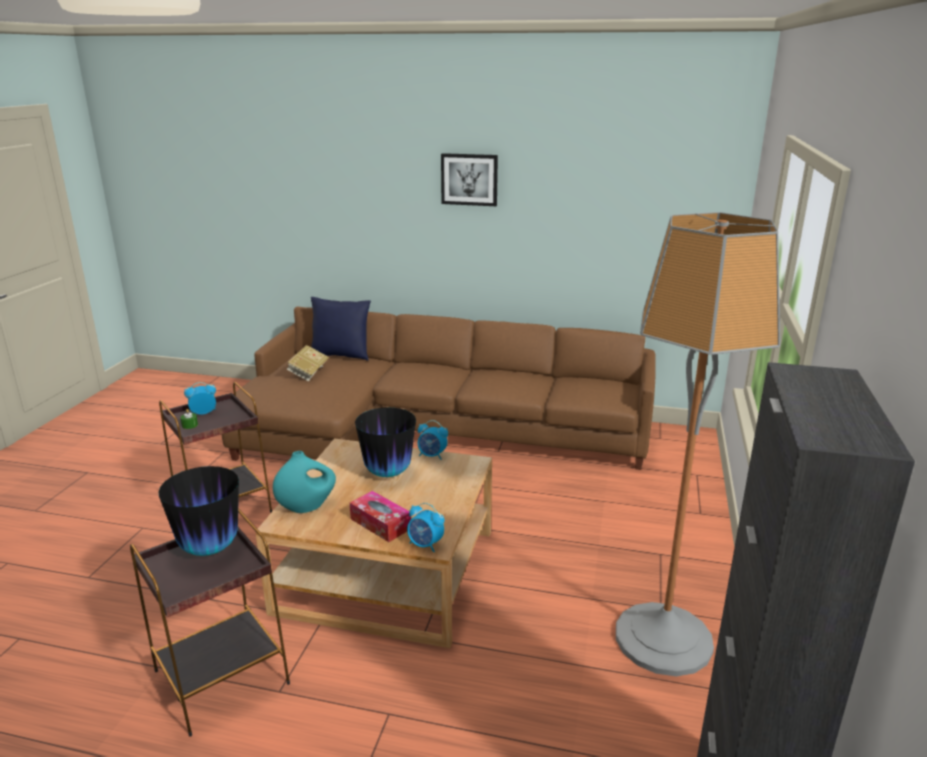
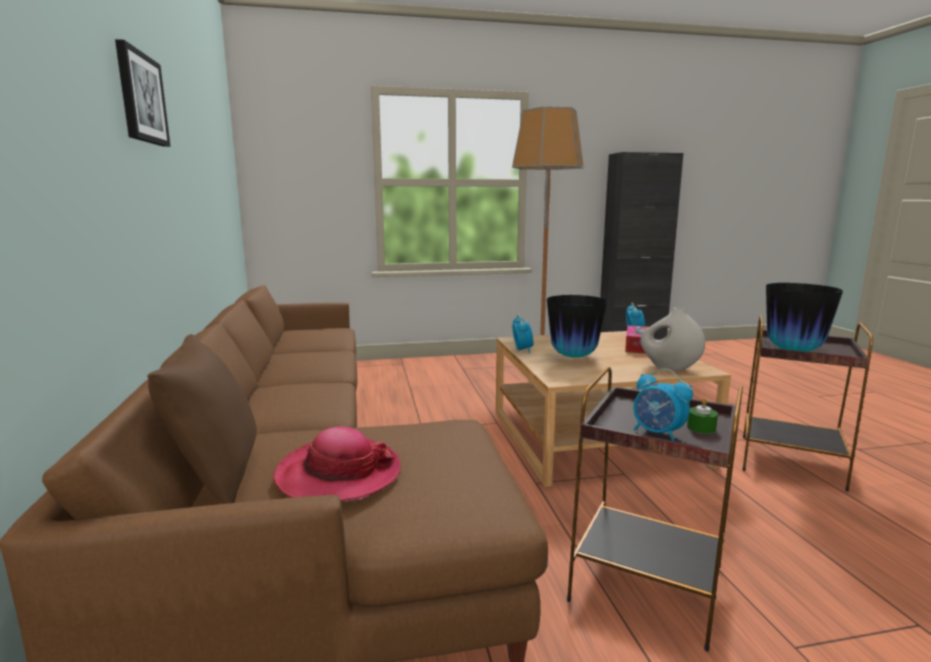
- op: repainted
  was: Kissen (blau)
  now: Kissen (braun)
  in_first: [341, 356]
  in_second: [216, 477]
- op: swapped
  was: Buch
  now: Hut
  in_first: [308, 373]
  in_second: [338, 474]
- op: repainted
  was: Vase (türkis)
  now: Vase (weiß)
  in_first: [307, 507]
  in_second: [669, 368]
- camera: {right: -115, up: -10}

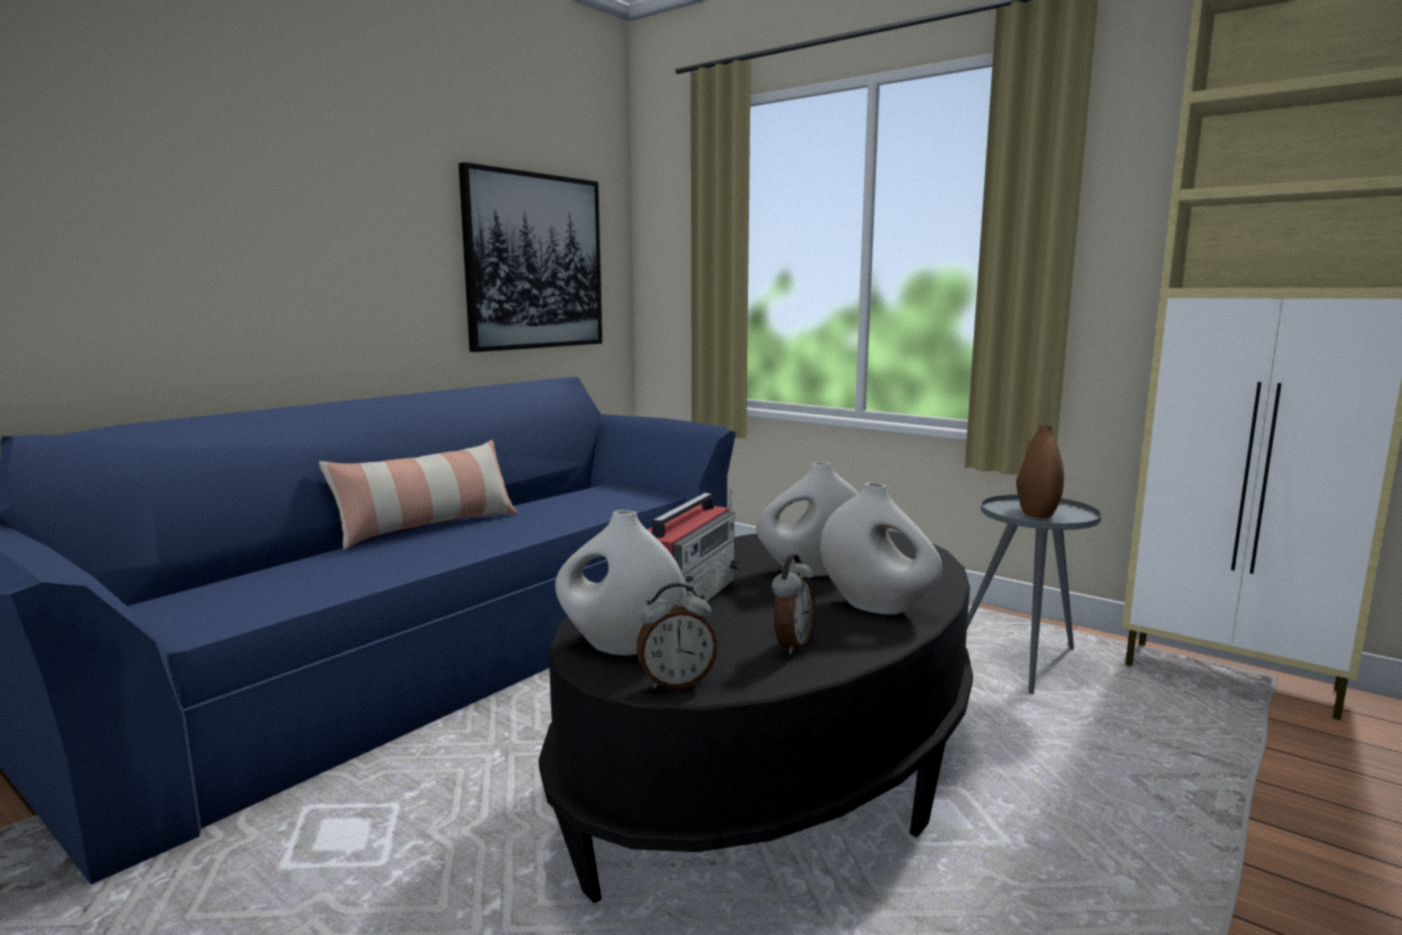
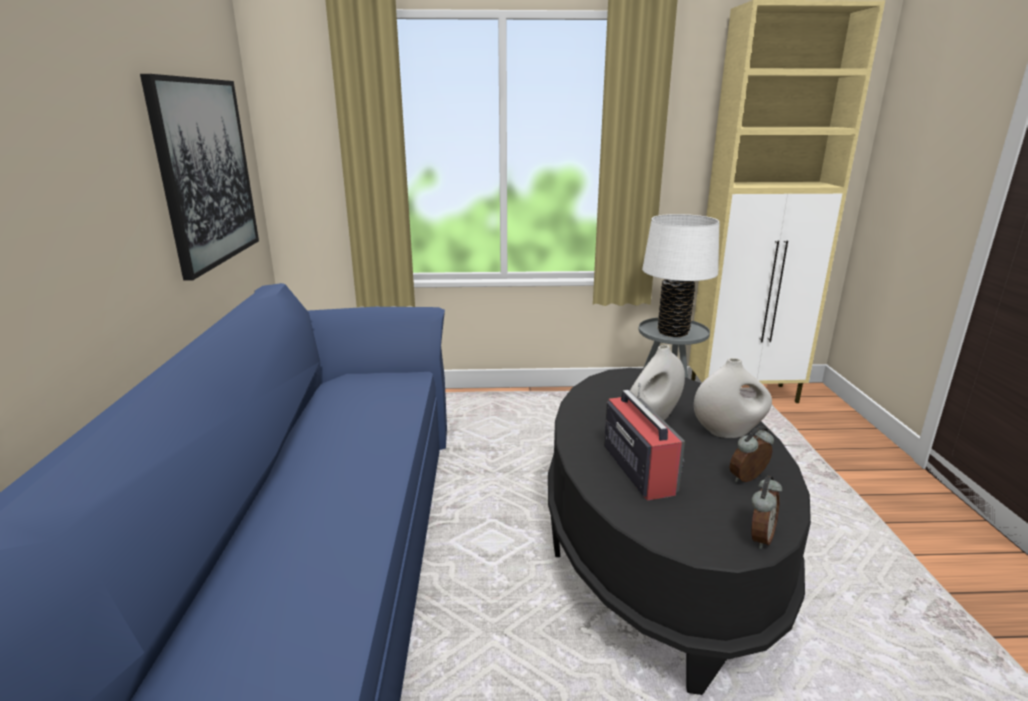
- op: swapped
  was: Vase (braun)
  now: Tischlampe (weiß)
  in_first: [1036, 513]
  in_second: [673, 332]
- op: rotated
  was: Wecker
  in_first: [792, 644]
  in_second: [748, 479]
  clockwise: -105
- op: gone
  was: Kissen
  in_first: [427, 527]
- op: gone
  was: Vase (weiß)
  in_first: [619, 647]
- camera: {right: -40, up: 10}

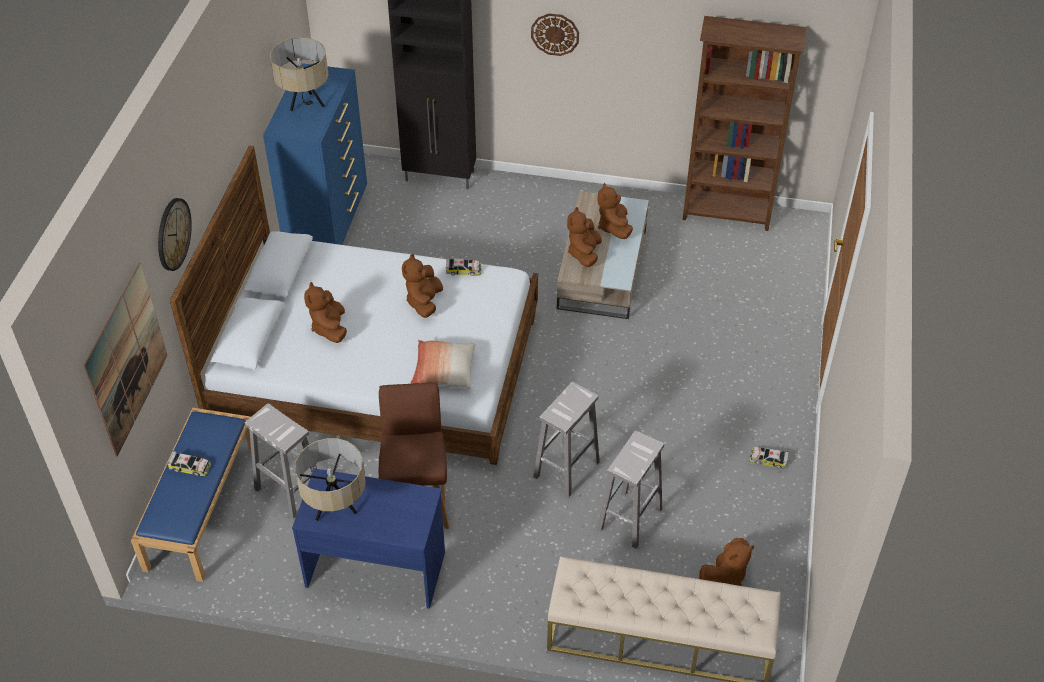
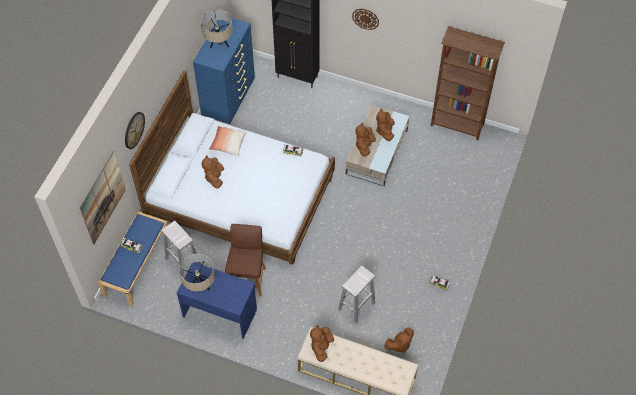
- op: shifted
  was: Kissen
  in_first: [444, 371]
  in_second: [228, 144]
- op: shifted
  was: Plüschtier (braun)
  in_first: [424, 302]
  in_second: [321, 347]
- op: gone
  was: Hocker (weiß)
  in_first: [567, 468]
- camera: {right: 10, up: 10}

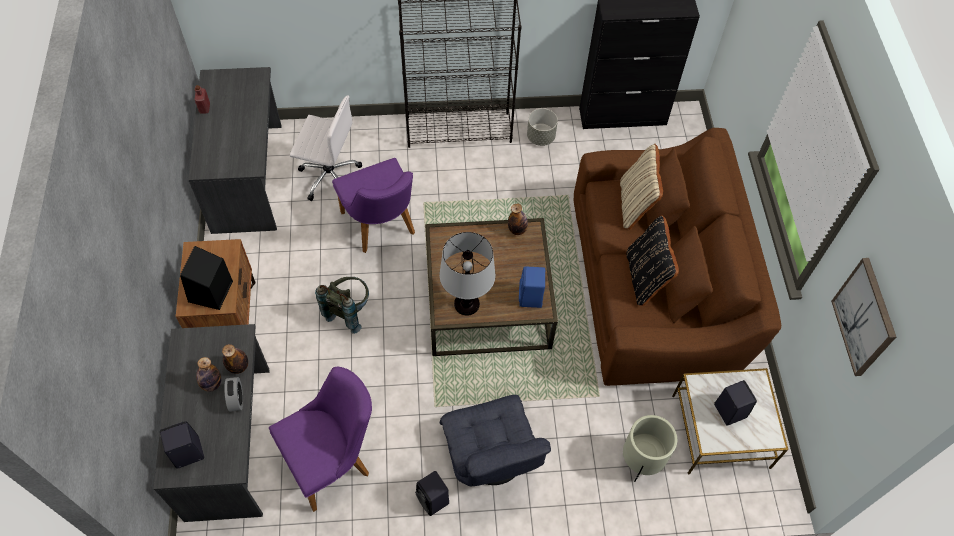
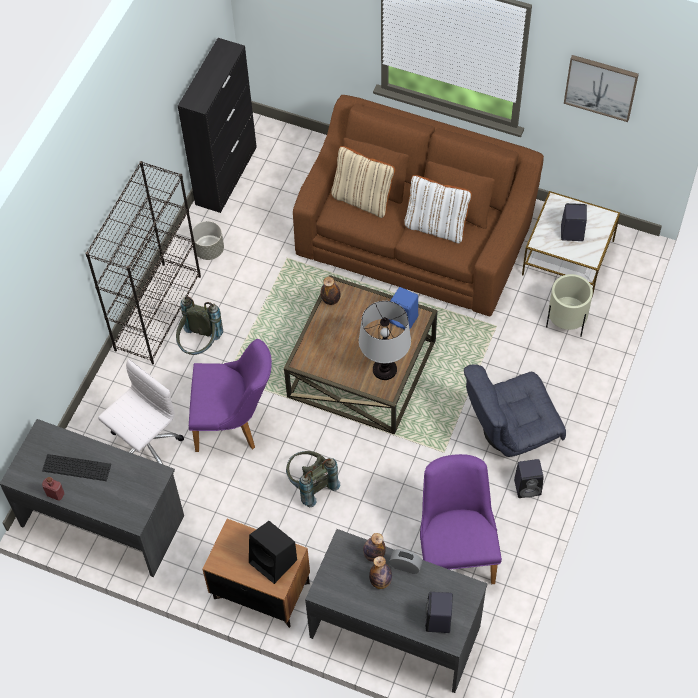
- op: new
  now: Tastatur
  in_second: [76, 467]
- op: new
  now: Rucksack (grau)
  in_second: [199, 345]
- op: repainted
  was: Kissen (schwarz)
  now: Kissen (weiß)
  in_first: [645, 278]
  in_second: [436, 226]
- op: rotated
  was: Sessel (grau)
  in_first: [491, 456]
  in_second: [510, 428]
  clockwise: 150
- camera: {right: -60, up: 0}

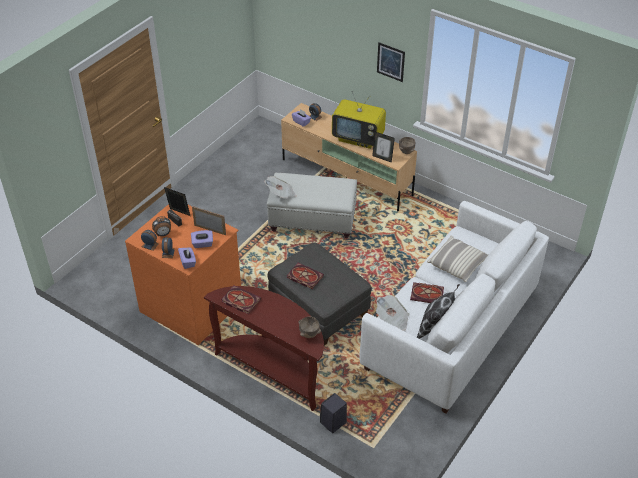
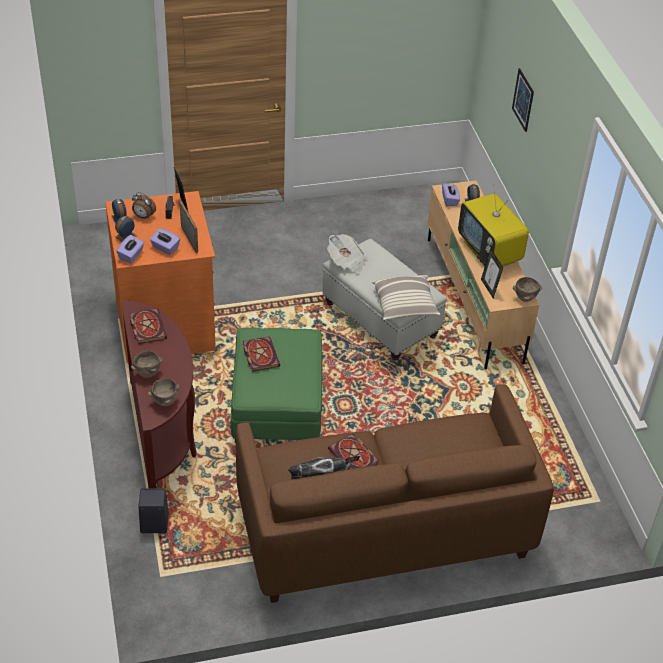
- op: new
  now: Schüssel (braun)
  in_second: [148, 374]
- op: repainted
  was: Polsterhocker (grau)
  now: Polsterhocker (grün)
  in_first: [318, 309]
  in_second: [276, 408]
- op: repainted
  was: Sofa (weiß)
  now: Sofa (braun)
  in_first: [450, 330]
  in_second: [383, 527]
- op: shifted
  was: Kissen
  in_first: [457, 264]
  in_second: [405, 306]
- op: shifted
  was: Bild
  in_first: [390, 62]
  in_second: [523, 100]
- op: gone
  was: Zeitung
  in_first: [392, 319]
- camera: {right: 40, up: 0}

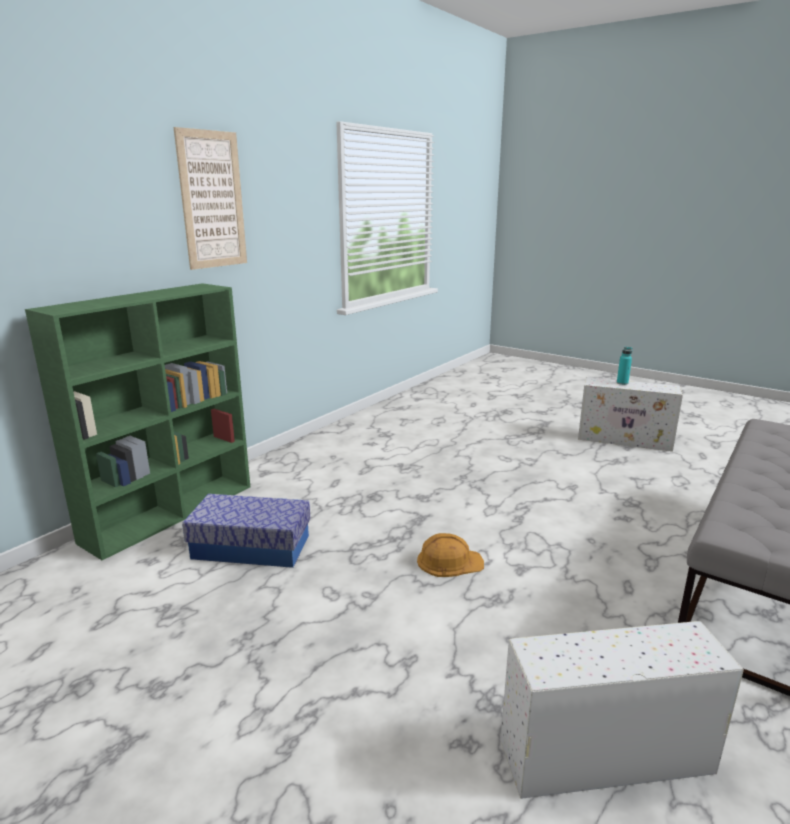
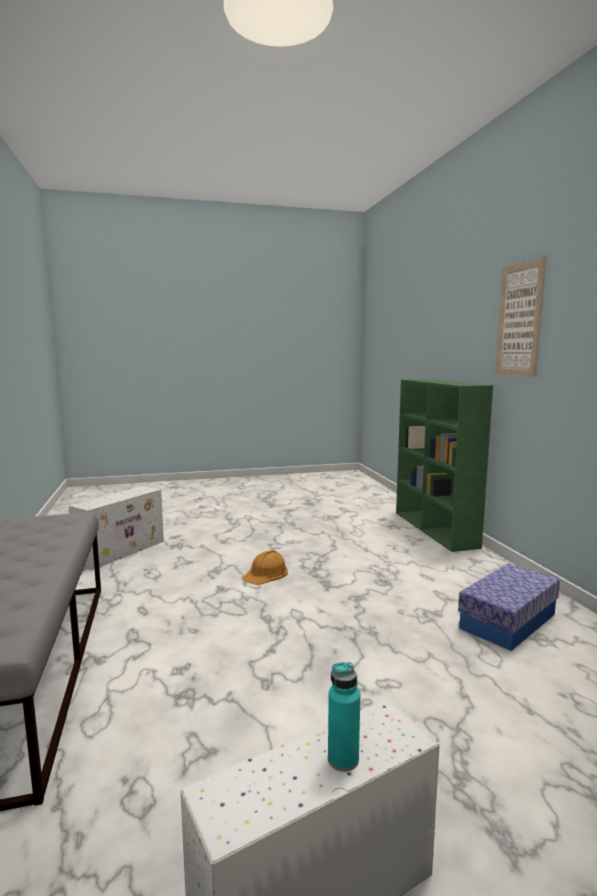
- op: shifted
  was: Aufbewahrungsbox
  in_first: [251, 547]
  in_second: [508, 621]
- camera: {right: 130, up: -10}

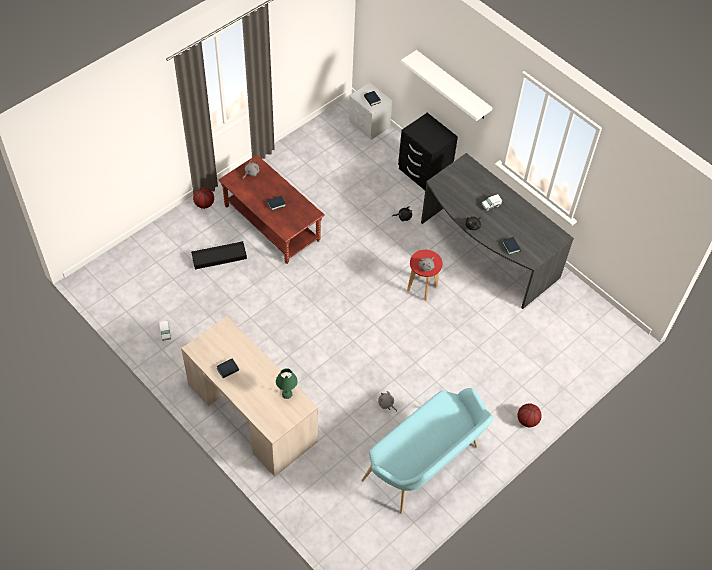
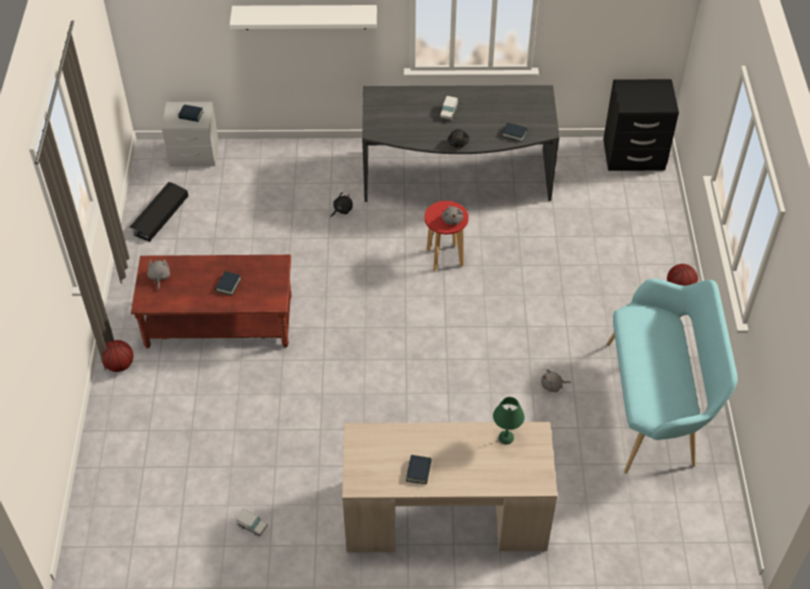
- op: shifted
  was: Aufbewahrungsbox (schwarz)
  in_first: [219, 257]
  in_second: [159, 215]
- op: shifted
  was: Nachttisch (schwarz)
  in_first: [424, 173]
  in_second: [634, 156]
- camera: {right: -45, up: -5}

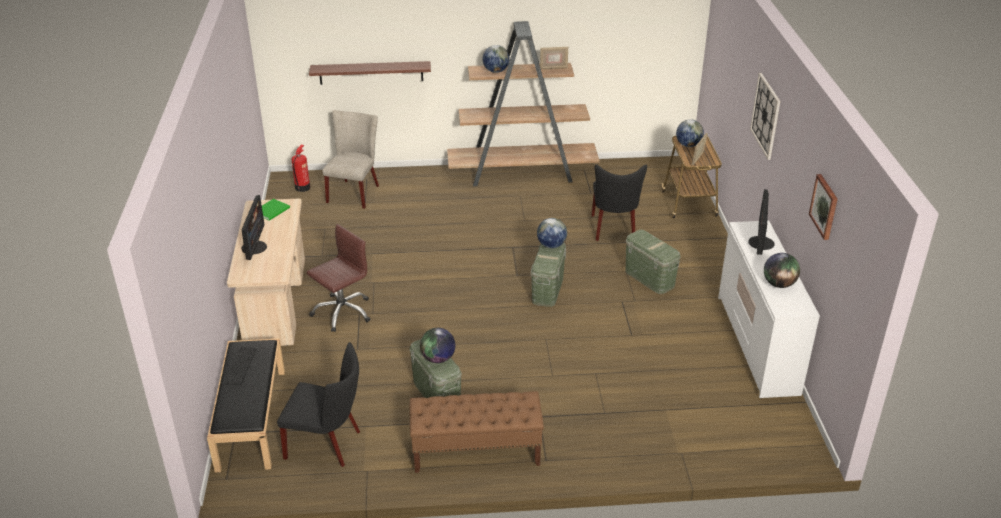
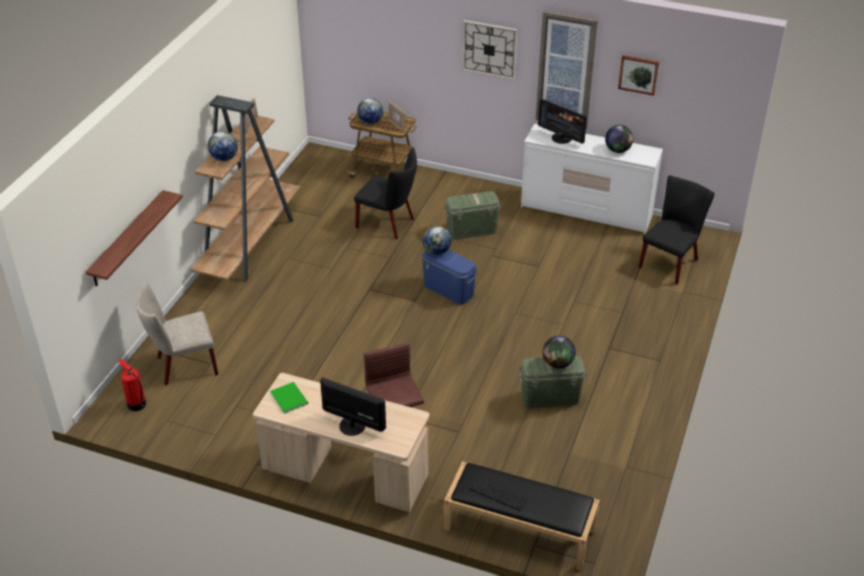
- op: rotated
  was: Stuhl (beige)
  in_first: [355, 192]
  in_second: [183, 366]
  clockwise: -60
- op: repainted
  was: Aufbewahrungsbox (grün)
  now: Aufbewahrungsbox (blau)
  in_first: [547, 290]
  in_second: [448, 290]
- op: new
  now: Bild
  in_second: [566, 70]
- op: shifted
  was: Stuhl (schwarz)
  in_first: [328, 444]
  in_second: [671, 262]
- op: gone
  was: Bank (braun)
  in_first: [476, 452]
- camera: {right: -65, up: 5}

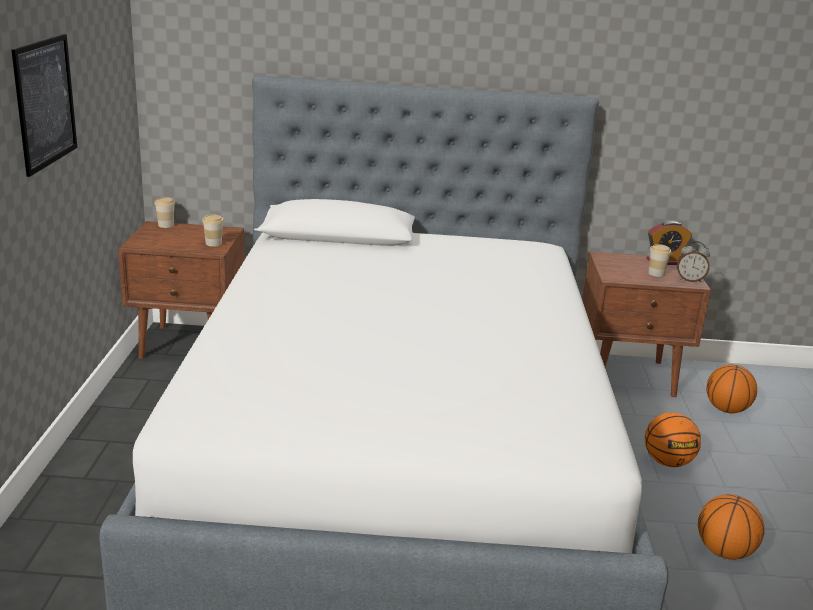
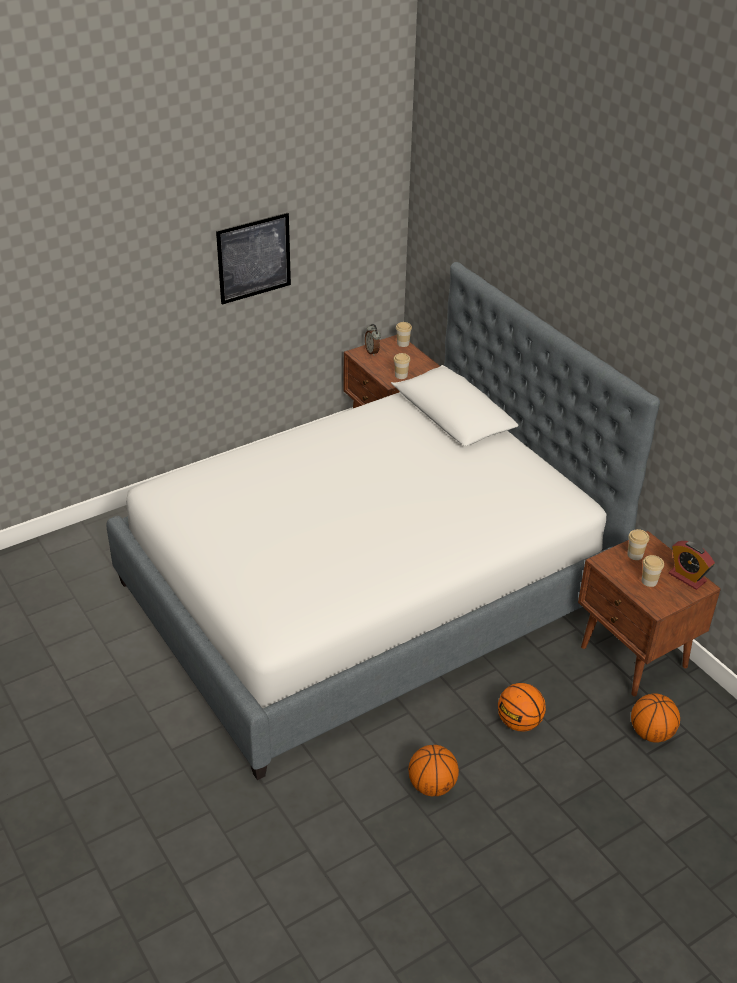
- op: shifted
  was: Wecker
  in_first: [690, 280]
  in_second: [372, 352]
- op: new
  now: Tasse
  in_second: [635, 555]
- camera: {right: 55, up: 15}

